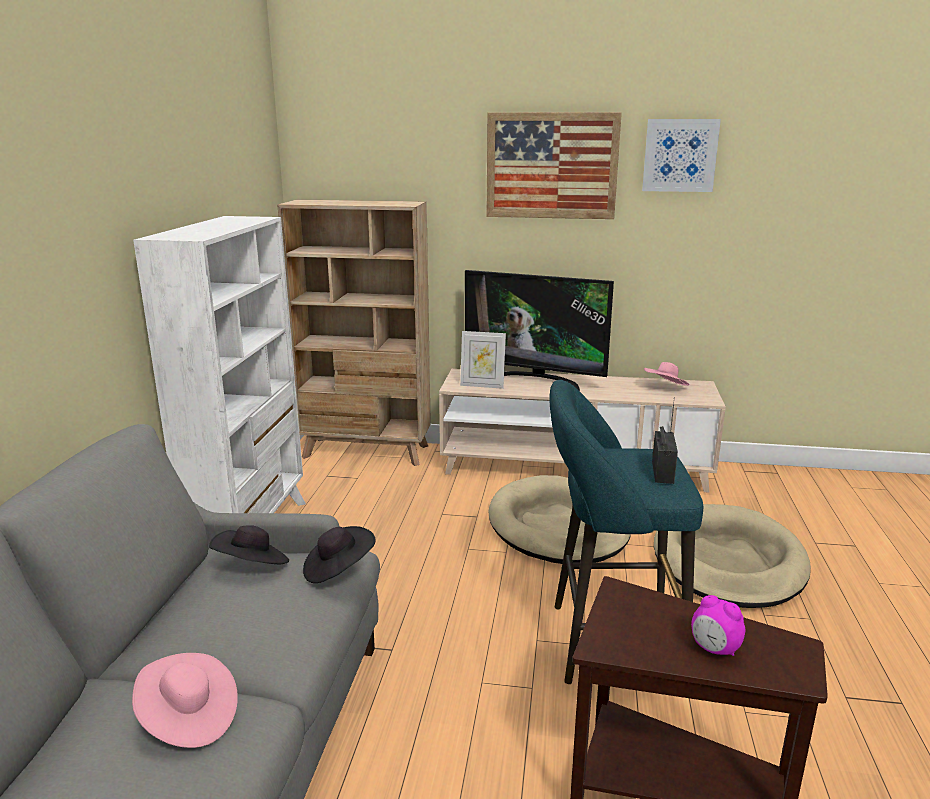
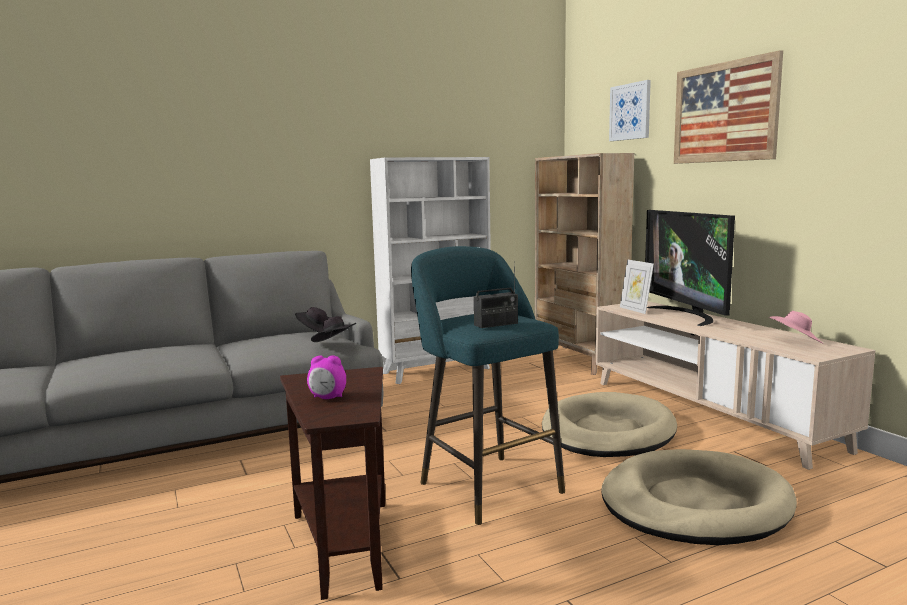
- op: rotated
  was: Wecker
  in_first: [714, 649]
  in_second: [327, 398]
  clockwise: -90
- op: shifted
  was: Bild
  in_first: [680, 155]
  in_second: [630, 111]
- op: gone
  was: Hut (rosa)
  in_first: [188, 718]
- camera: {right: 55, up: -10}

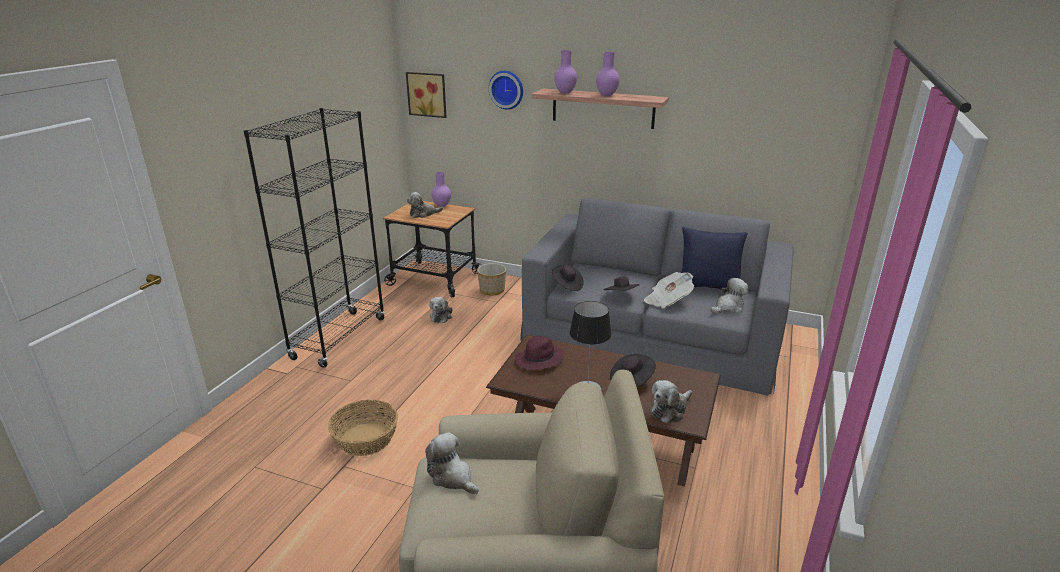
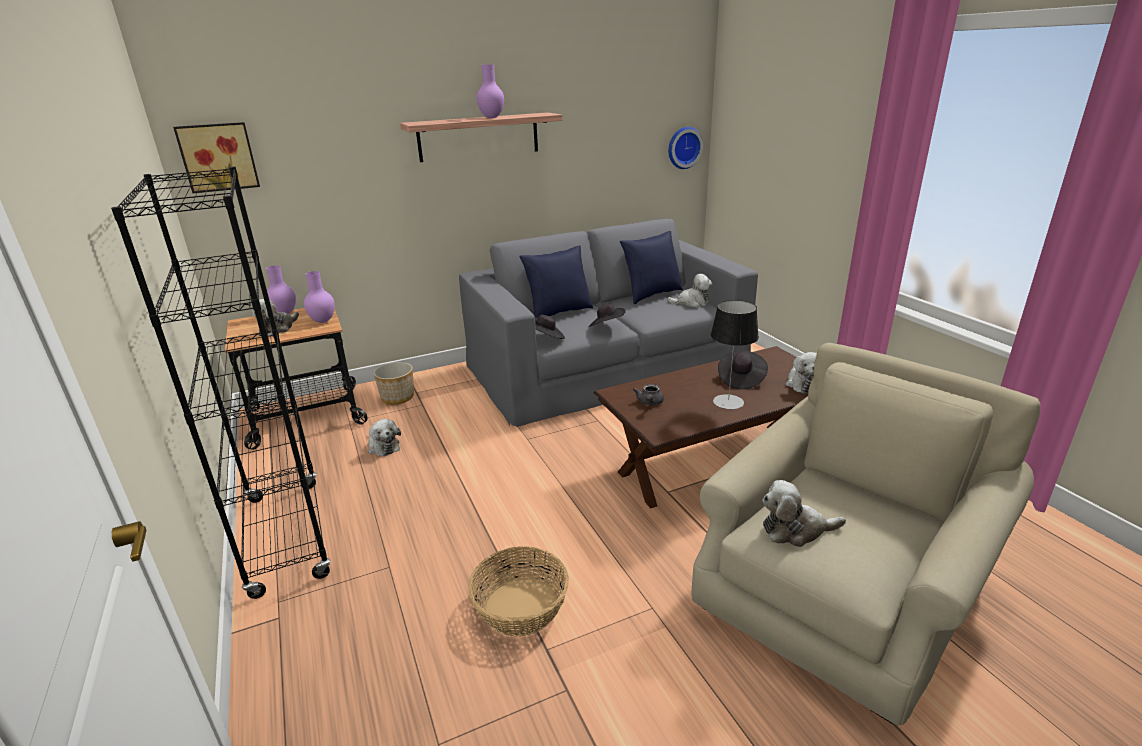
- op: shifted
  was: Vase (lila)
  in_first: [565, 93]
  in_second: [323, 321]
- op: new
  now: Kissen (blau)
  in_second: [558, 313]
- op: swapped
  was: Hut (lila)
  now: Teekanne (grau)
  in_first: [539, 360]
  in_second: [649, 403]
- op: rotated
  was: Plüschtier
  in_first: [728, 307]
  in_second: [691, 302]
  clockwise: 75
- op: shifted
  was: Wanduhr
  in_first: [507, 89]
  in_second: [683, 147]
- op: gone
  was: Zeitung
  in_first: [667, 301]
- camera: {right: -45, up: 0}

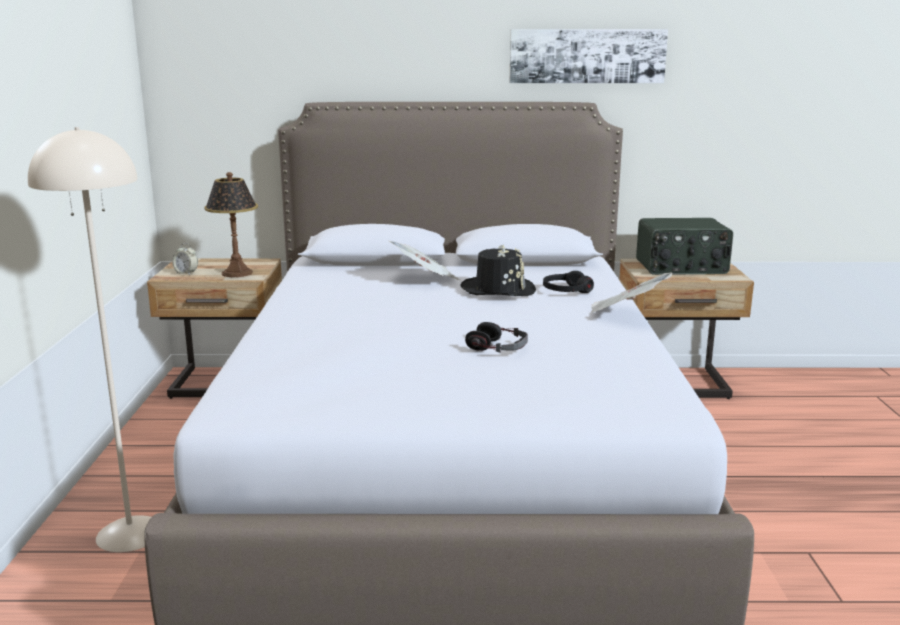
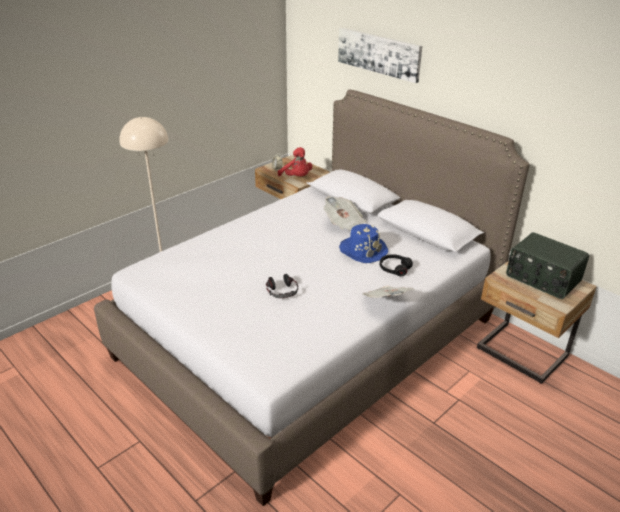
- op: swapped
  was: Tischlampe
  now: Plüschtier (rot)
  in_first: [236, 273]
  in_second: [296, 177]
- op: shifted
  was: Bild
  in_first: [587, 56]
  in_second: [379, 53]
- op: repainted
  was: Hut (schwarz)
  now: Hut (blau)
  in_first: [498, 289]
  in_second: [363, 250]
- camera: {right: 45, up: 15}

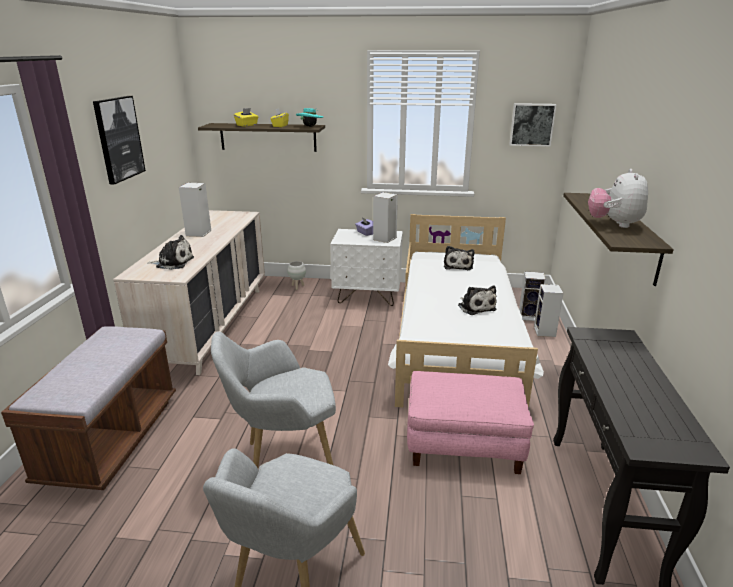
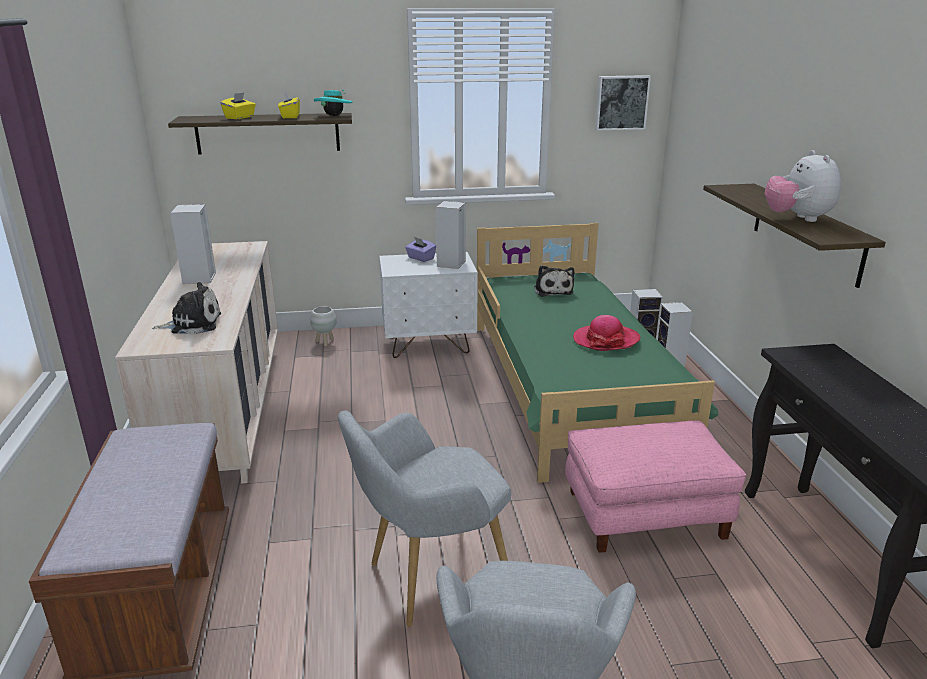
- op: repainted
  was: Bett (weiß)
  now: Bett (grün)
  in_first: [456, 340]
  in_second: [571, 387]
- op: swapped
  was: Plüschtier
  now: Hut
  in_first: [475, 307]
  in_second: [606, 340]
- op: gone
  was: Bild
  in_first: [118, 139]
- camera: {right: -15, up: 0}

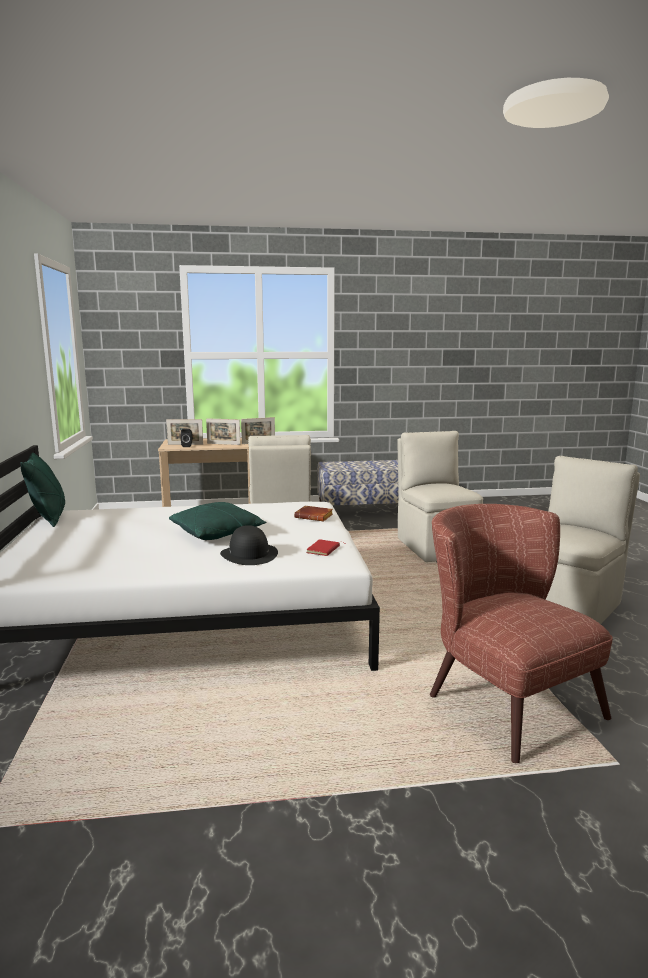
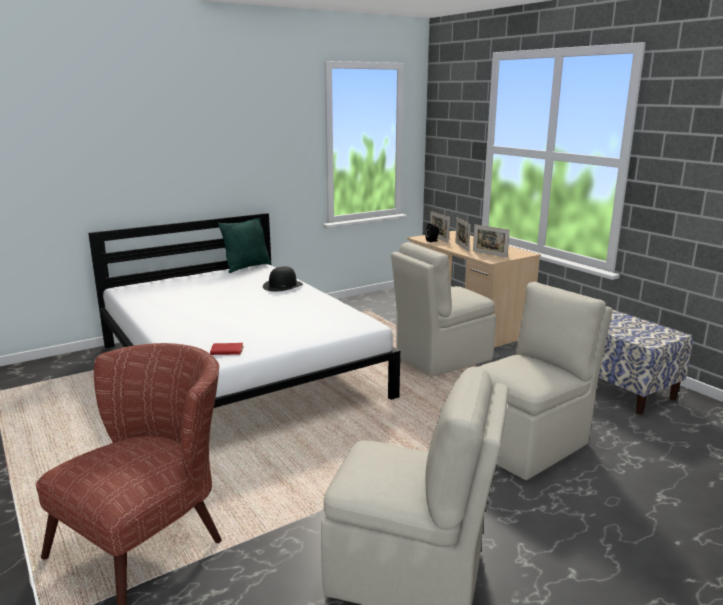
- op: shifted
  was: Hut (schwarz)
  in_first: [249, 554]
  in_second: [282, 285]
- op: gone
  was: Kissen (grün)
  in_first: [218, 533]
- op: gone
  was: Buch (braun)
  in_first: [315, 517]
- camera: {right: 65, up: 5}

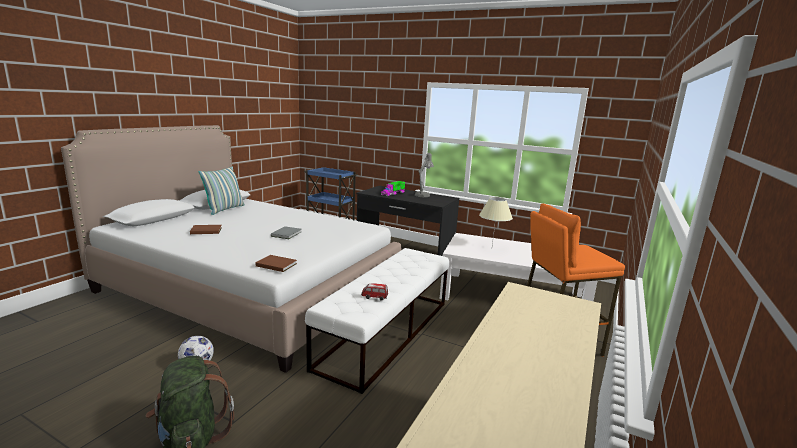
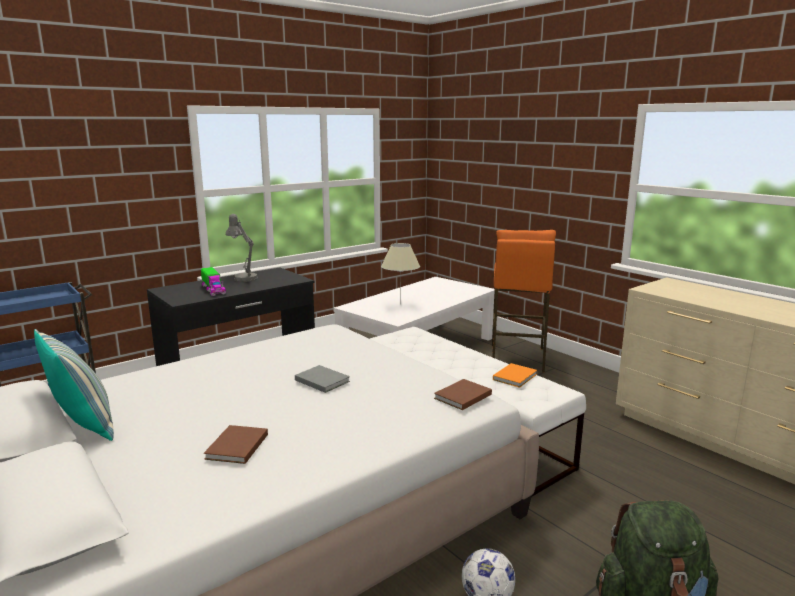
- op: swapped
  was: Spielzeugauto
  now: Buch (orange)
  in_first: [374, 297]
  in_second: [516, 377]
- camera: {right: -65, up: 0}

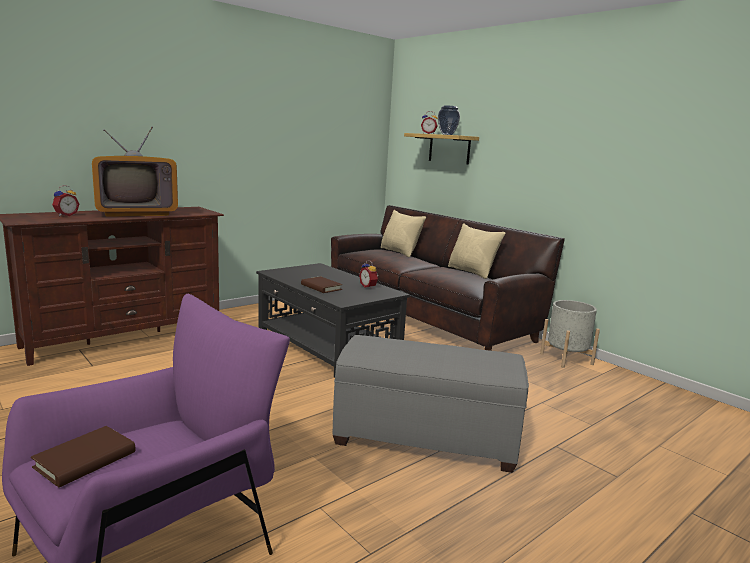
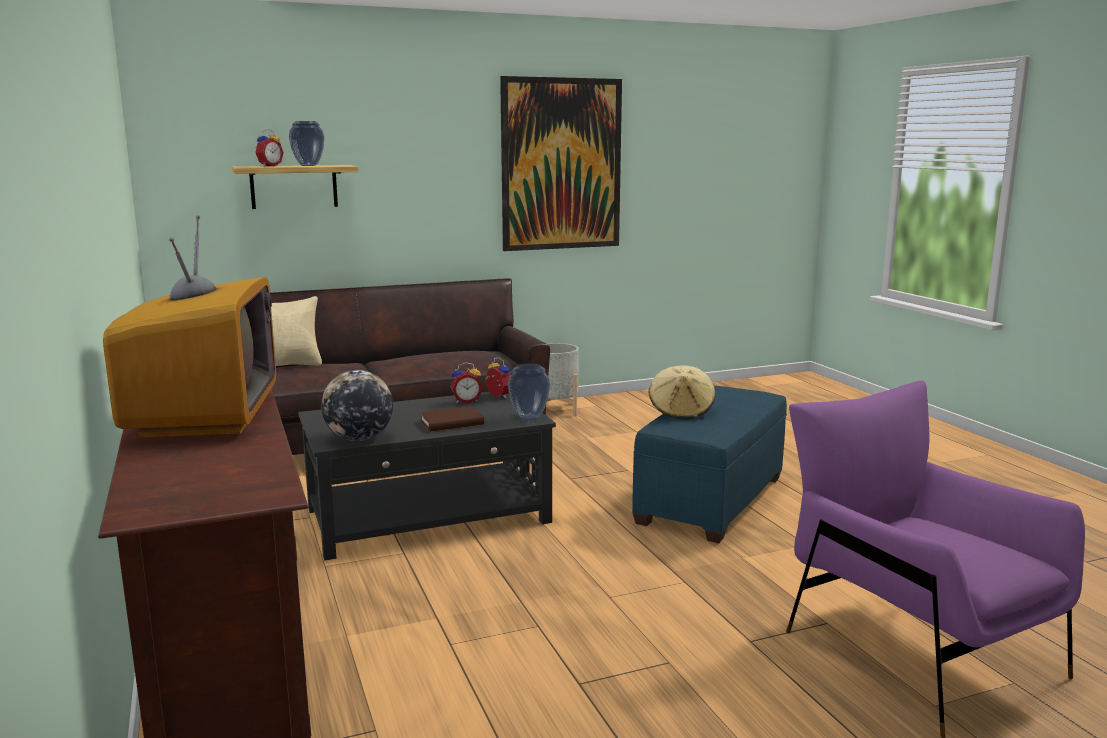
- op: new
  now: Globus
  in_second: [359, 439]
- op: shifted
  was: Wecker
  in_first: [65, 215]
  in_second: [497, 396]
- op: new
  now: Bild
  in_second: [561, 164]
- op: new
  now: Vase
  in_second: [530, 417]
- op: repainted
  was: Polsterhocker (grau)
  now: Polsterhocker (blau)
  in_first: [426, 437]
  in_second: [710, 499]
- op: new
  now: Hut (beige)
  in_second: [681, 411]
- op: gone
  was: Buch (braun)
  in_first: [85, 460]
- op: gone
  was: Kissen (beige)
  in_first: [472, 272]
- camera: {right: -70, up: 0}

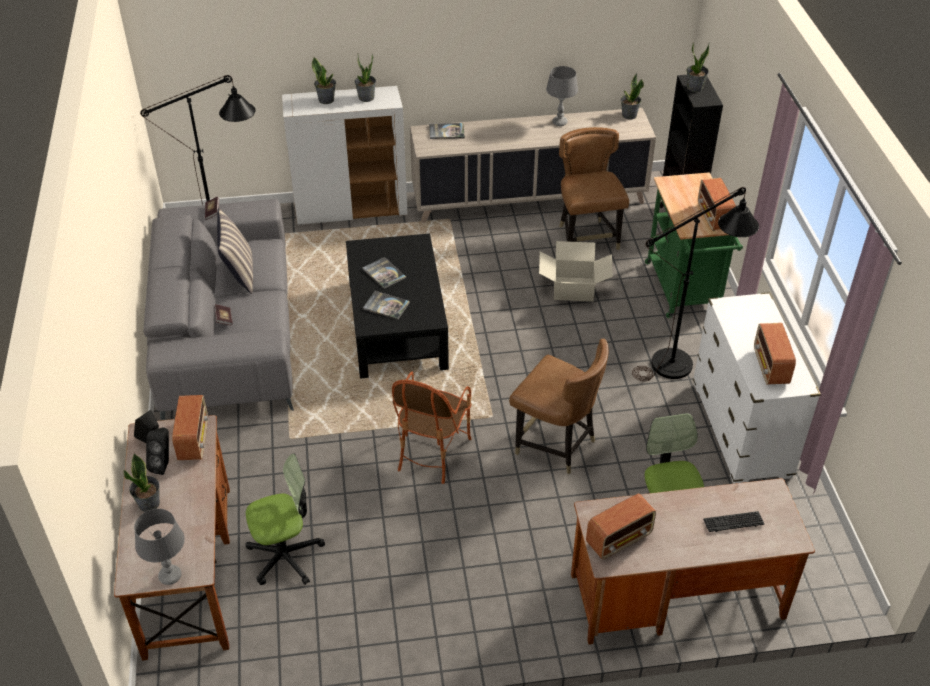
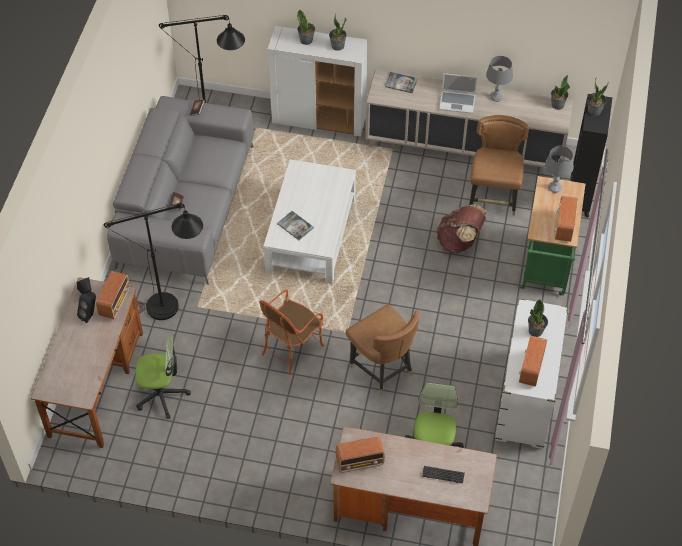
- op: shifted
  was: Stehlampe (schwarz)
  in_first: [682, 361]
  in_second: [172, 306]
- op: repainted
  was: Couchtisch (schwarz)
  now: Couchtisch (weiß)
  in_first: [396, 324]
  in_second: [311, 234]
- op: swapped
  was: Karton
  now: Rucksack (braun)
  in_first: [573, 289]
  in_second: [459, 242]
- op: new
  now: Laptop
  in_second: [457, 102]
- op: shifted
  was: Topfpflanze
  in_first: [149, 503]
  in_second: [536, 331]
- op: shifted
  was: Tischlampe (grau)
  in_first: [170, 576]
  in_second: [554, 188]
- op: gone
  was: Kissen
  in_first: [239, 274]
- op: gone
  was: Buch
  in_first: [384, 273]
- camera: {right: 20, up: 10}

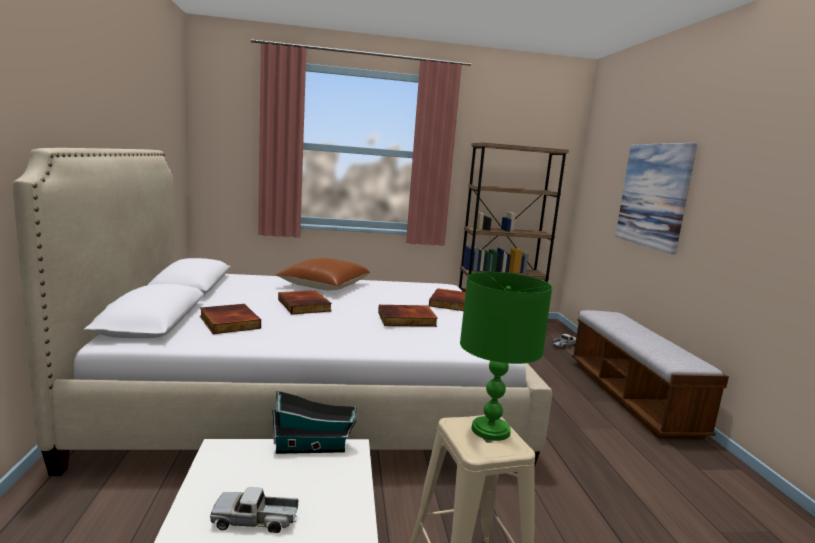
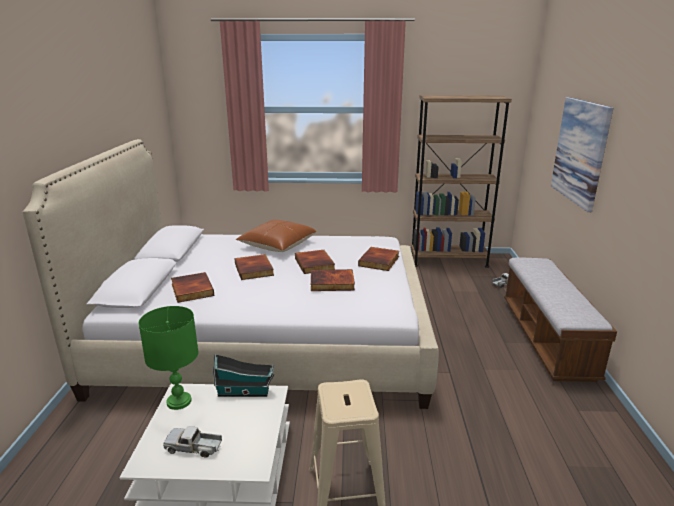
- op: shifted
  was: Tischlampe (grün)
  in_first: [490, 430]
  in_second: [178, 402]
- op: new
  now: Buch
  in_second: [315, 264]
- camera: {right: 10, up: 10}

